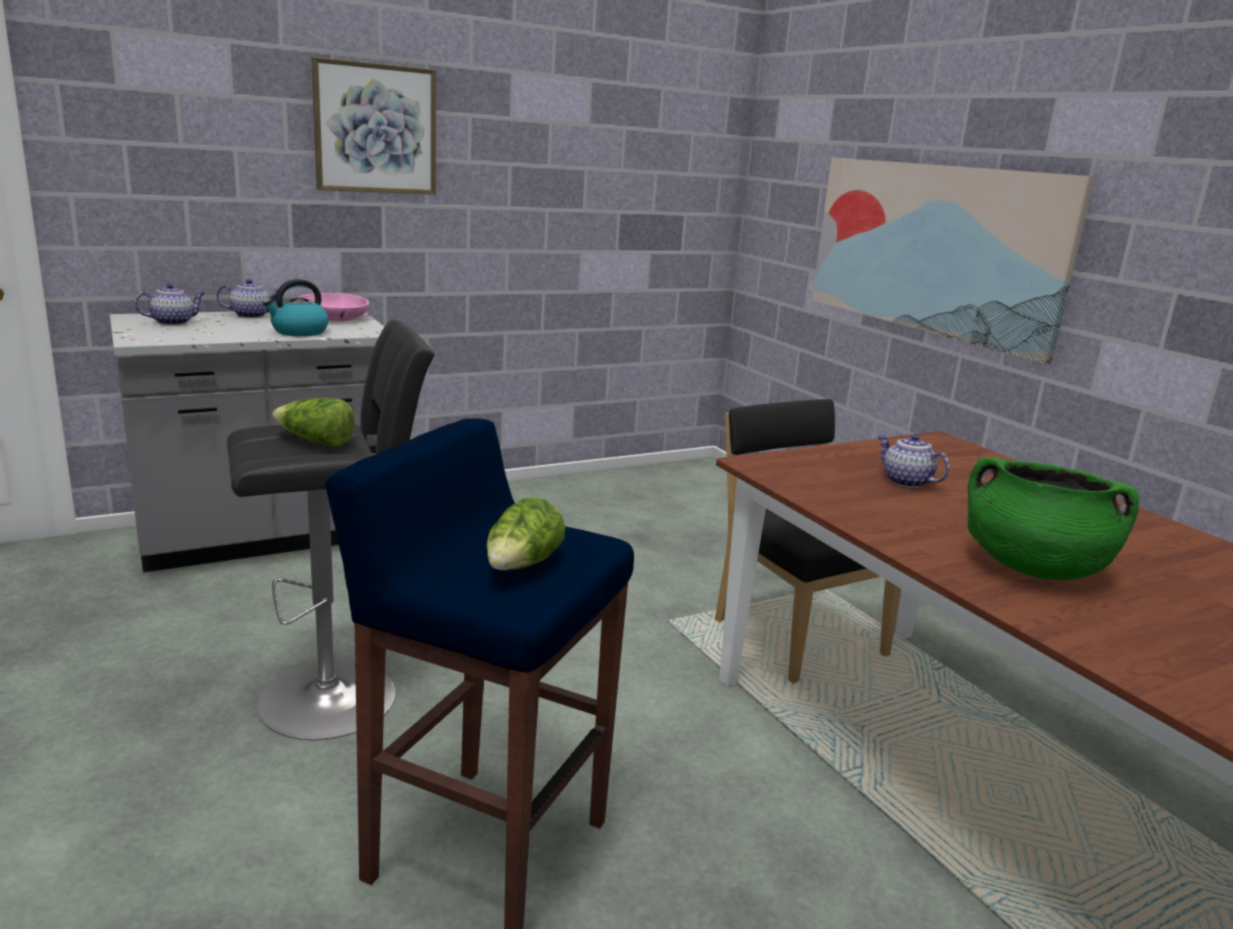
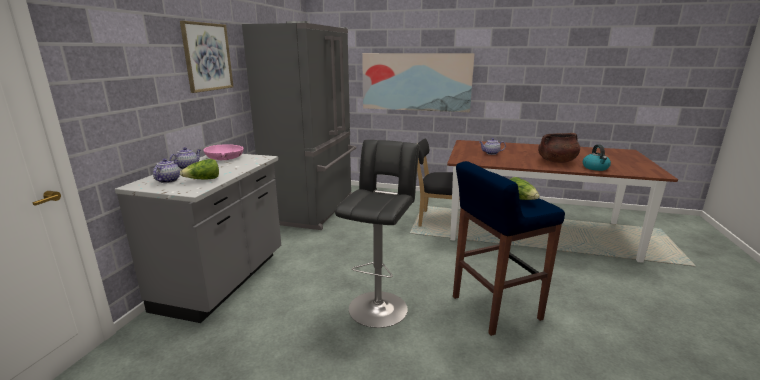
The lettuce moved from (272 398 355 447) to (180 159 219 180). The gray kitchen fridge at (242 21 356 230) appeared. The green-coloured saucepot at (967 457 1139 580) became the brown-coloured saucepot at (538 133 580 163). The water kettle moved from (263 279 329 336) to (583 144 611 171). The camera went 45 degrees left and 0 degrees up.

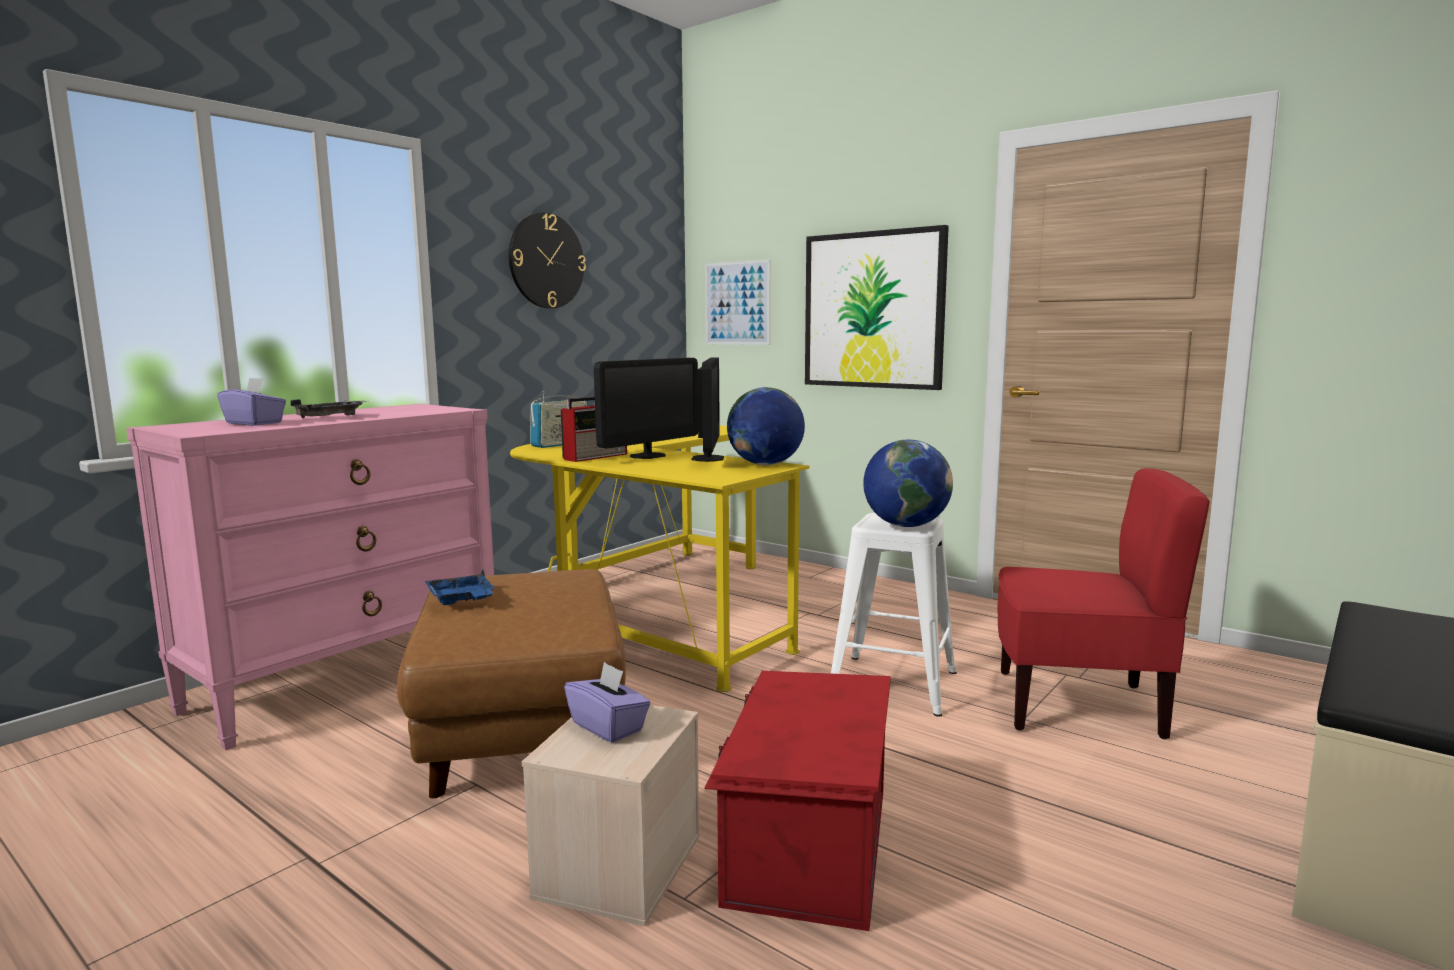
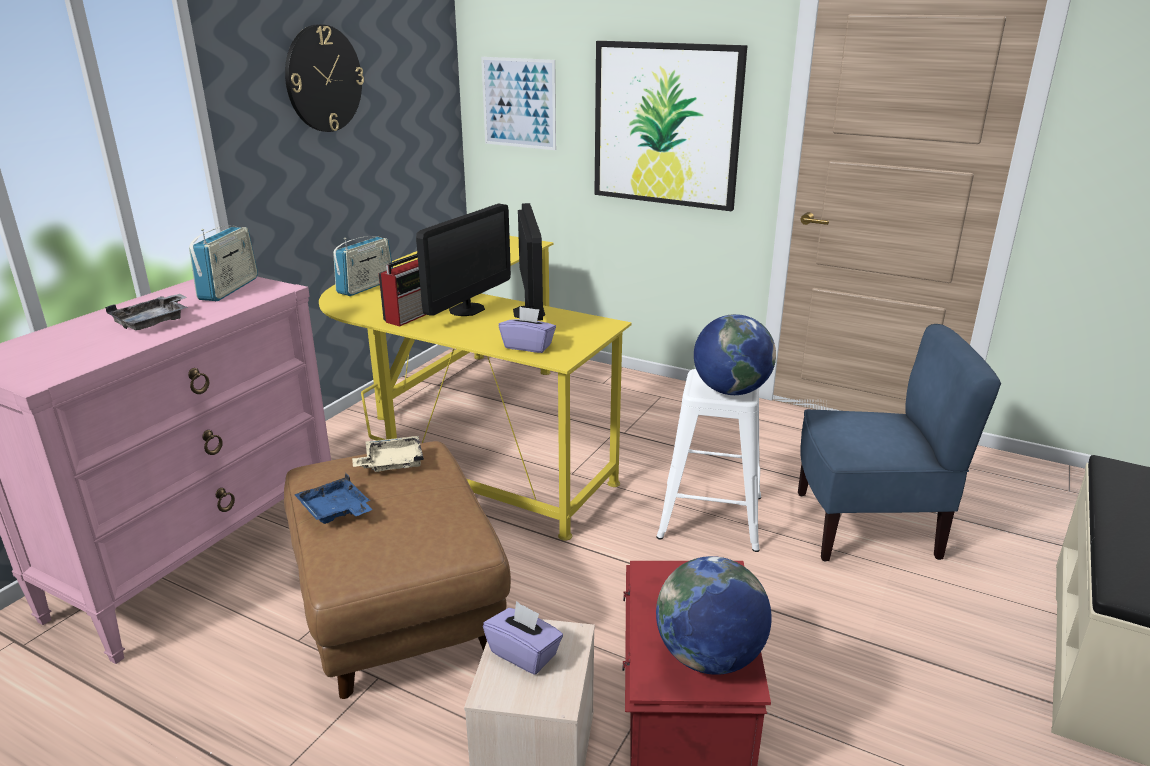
The radio set at (189 226 258 301) appeared. The sand-coloured serving tray at (352 436 424 472) appeared. The purple-coloured tissue holder moved from (217 378 286 426) to (499 307 556 353). The desk globe moved from (727 387 805 465) to (656 556 772 675). The red-coloured plain chair at (998 468 1210 739) became the bluish plain chair at (798 324 1001 562). The camera went 10 degrees left and 15 degrees up.

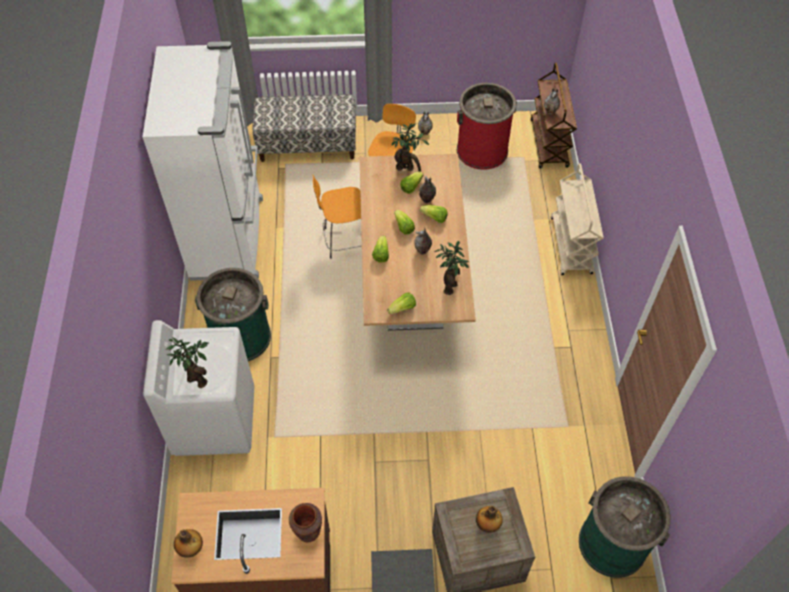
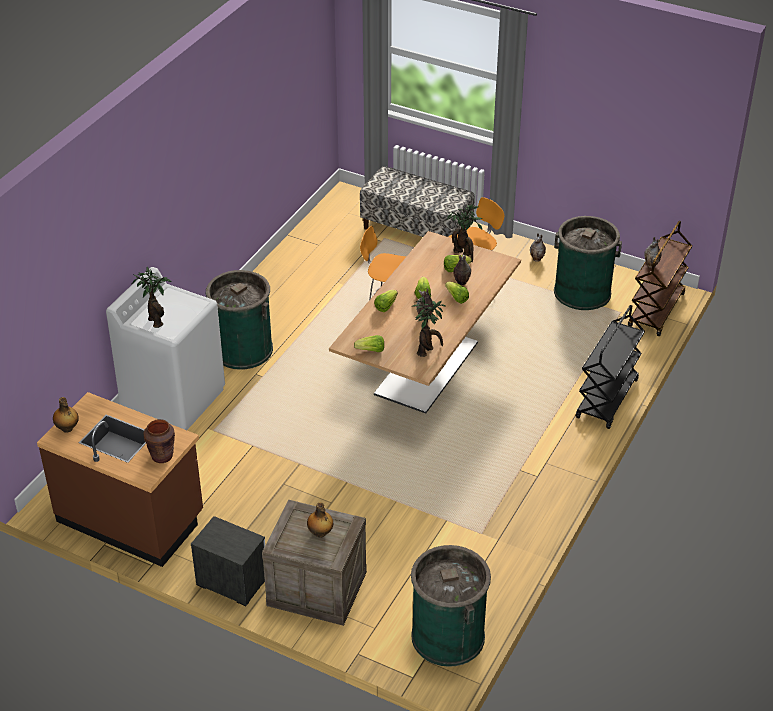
The red-coloured waste bin at (457 83 517 170) became the green-coloured waste bin at (554 216 622 310). The sand-coloured trolley at (551 163 604 275) became the black trolley at (576 305 645 429). The white kitchen fridge at (143 41 263 281) disappeared. The camera went 30 degrees right and 15 degrees down.

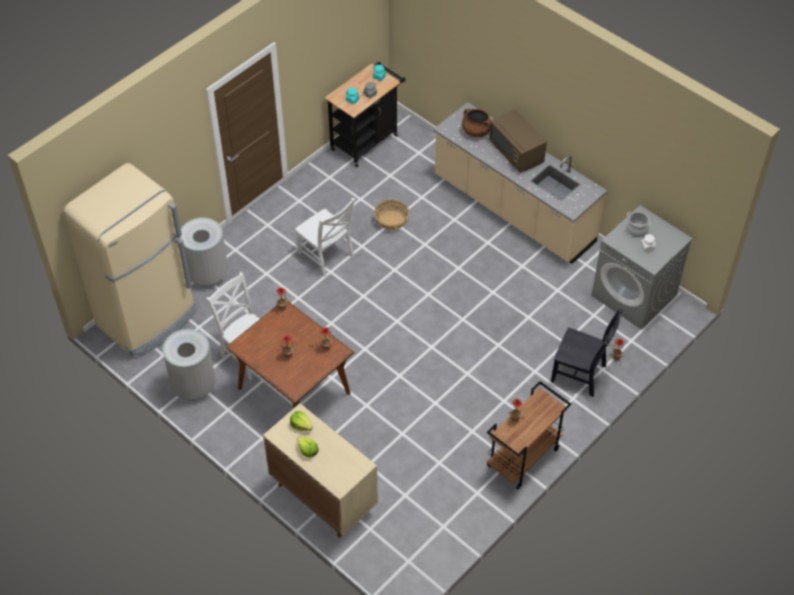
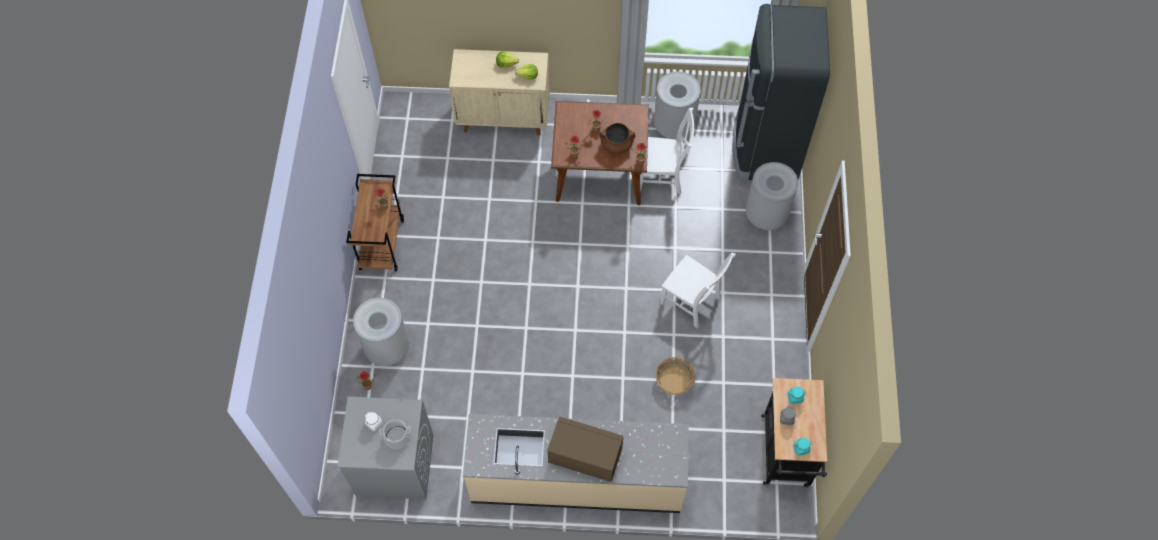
The black plain chair at (551 309 623 397) was replaced by the gray waste bin at (353 298 409 366). The brown-coloured saucepot moved from (462 109 491 137) to (600 123 635 154). The white plain chair at (295 198 355 277) turned 150 degrees counterclockwise. The sand-coloured kitchen fridge at (63 163 197 359) became the black kitchen fridge at (732 4 830 180). The camera went 140 degrees right and 10 degrees up.

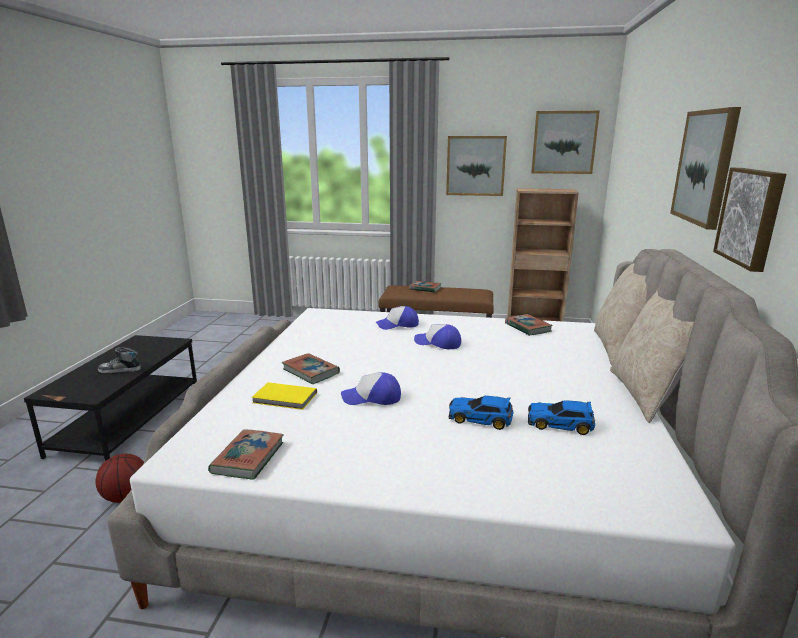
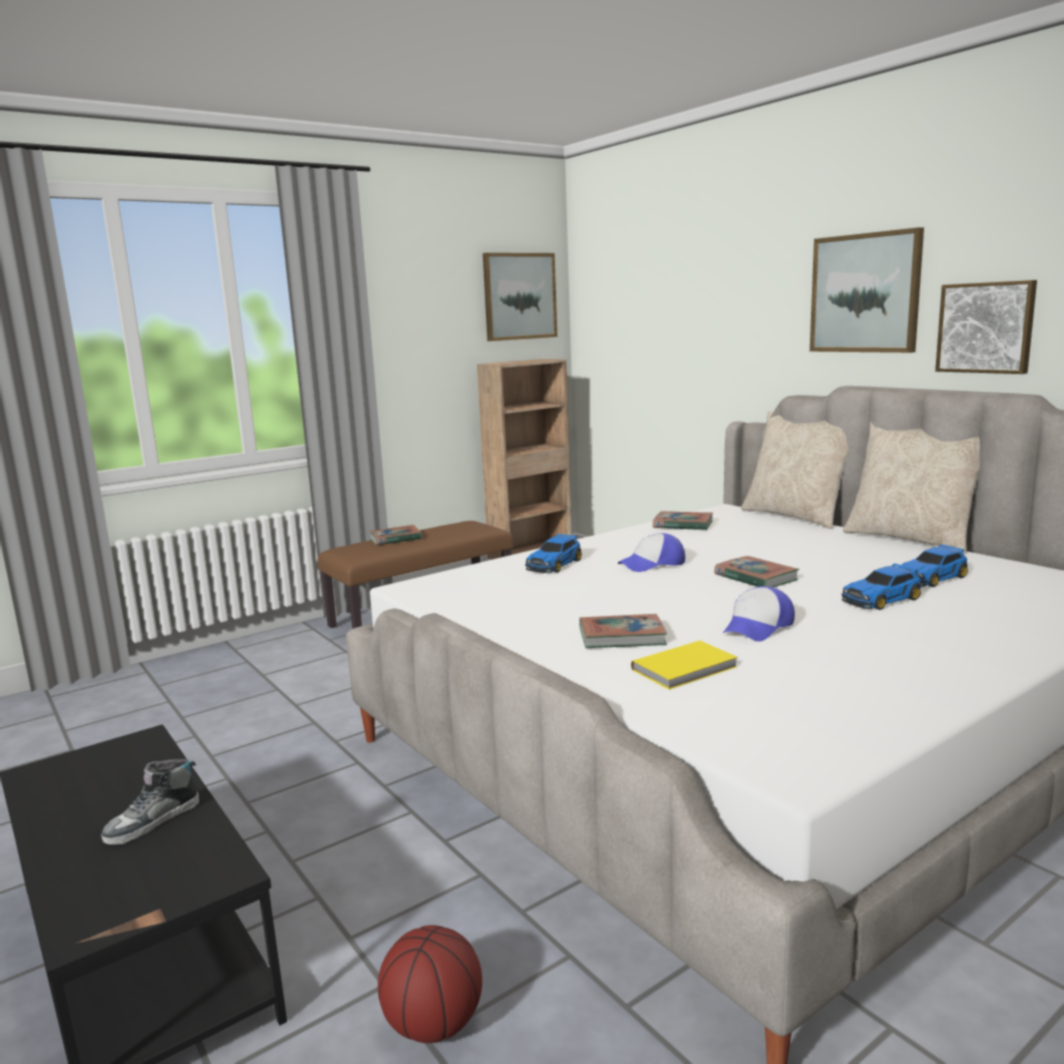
The cap at (376 306 419 330) was replaced by the toy car at (525 534 582 573). The book moved from (208 429 284 480) to (714 556 799 587). The picture at (446 136 507 196) disappeared. The camera went 45 degrees left and 5 degrees down.

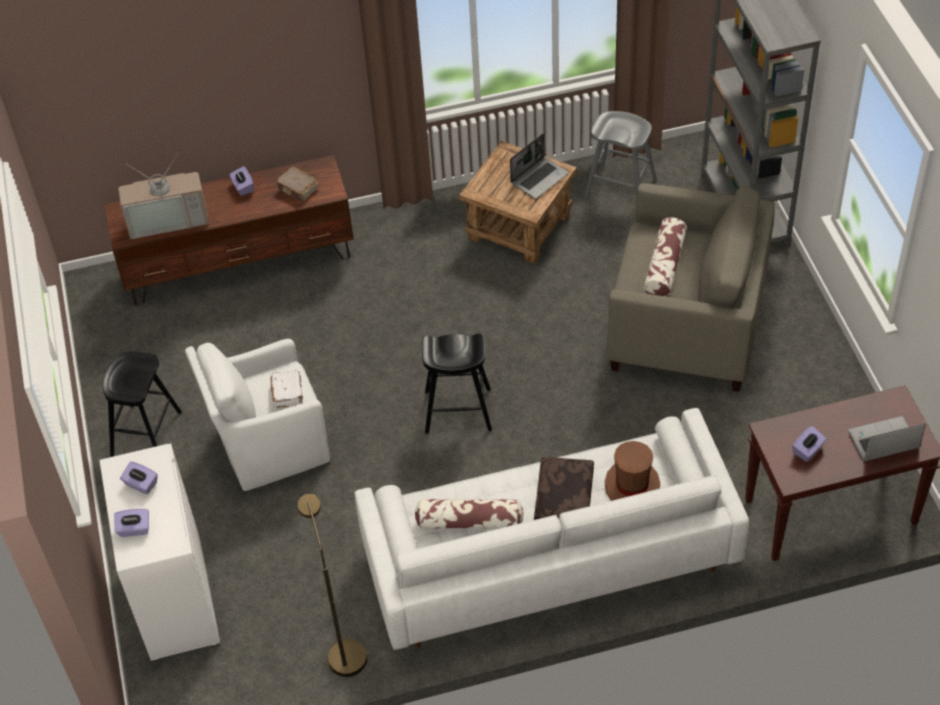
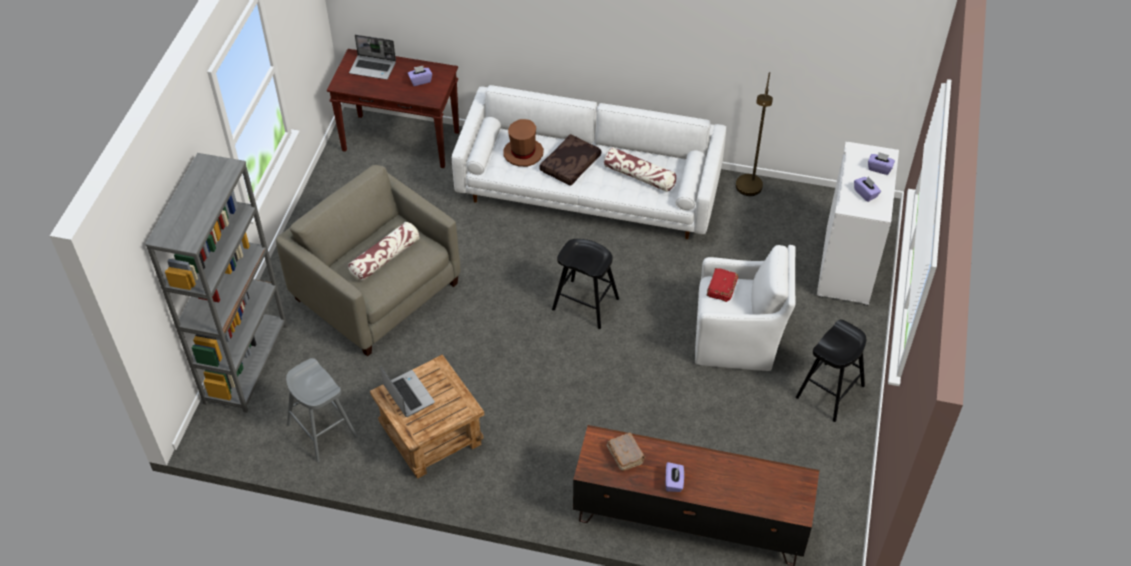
The portable computer at (510 133 569 199) turned 75 degrees clockwise. The white book at (270 370 303 408) became the red-coloured book at (707 268 738 302). The television at (118 154 209 239) disappeared. The camera went 155 degrees left and 0 degrees up.

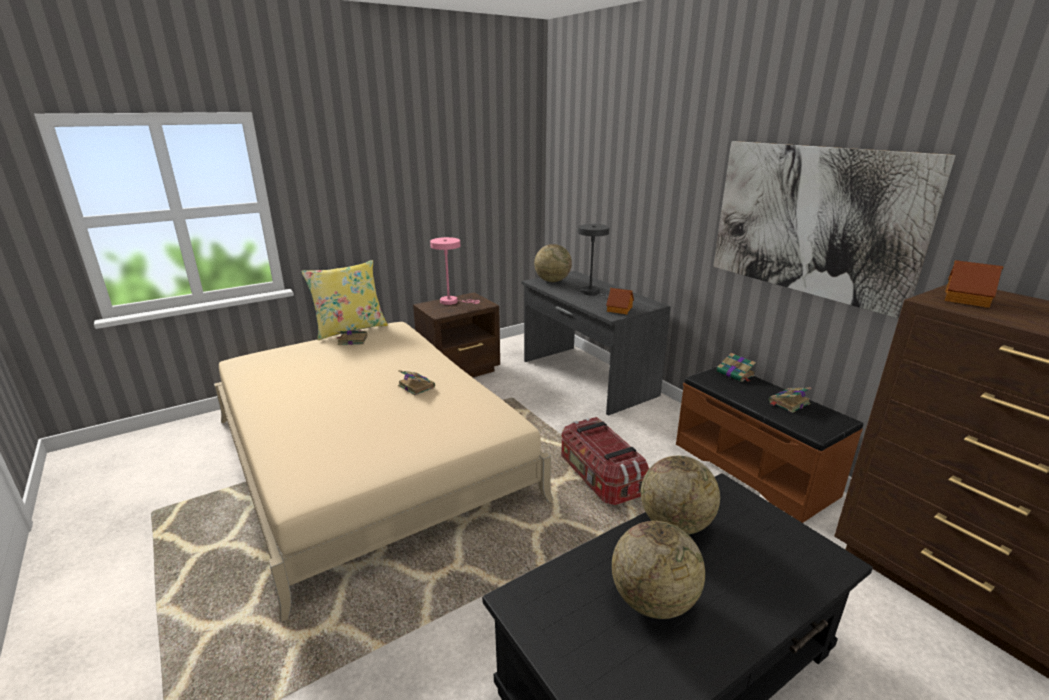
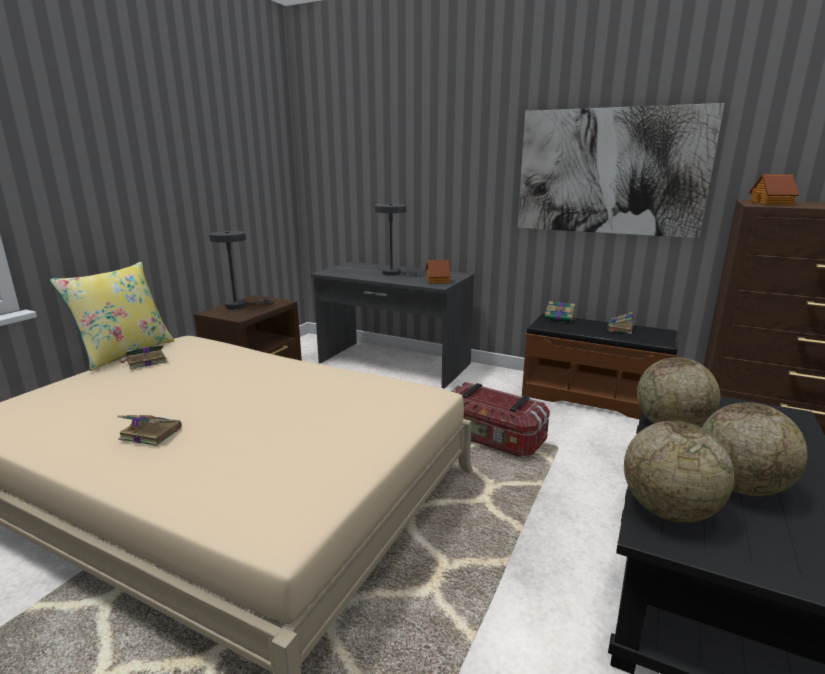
The book moved from (398 370 435 396) to (117 415 182 446). The pink tabletop lamp at (430 237 480 305) became the gray tabletop lamp at (209 231 273 309). The desk globe moved from (534 244 572 282) to (624 421 734 523). The camera went 30 degrees left and 5 degrees down.

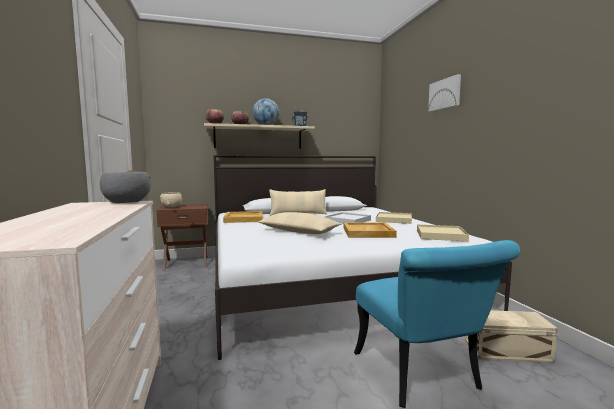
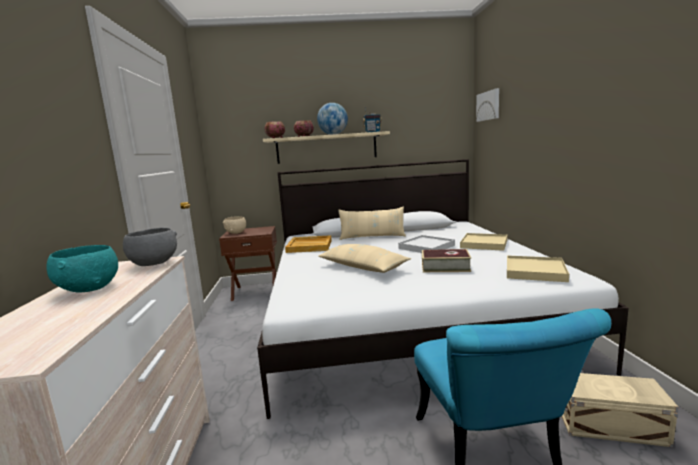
The turquoise deep dish at (47 245 118 292) appeared. The sand-coloured serving tray at (343 222 397 238) was replaced by the book at (422 249 471 272). The picture moved from (428 74 461 112) to (476 88 499 122). The camera went 10 degrees right and 5 degrees up.

